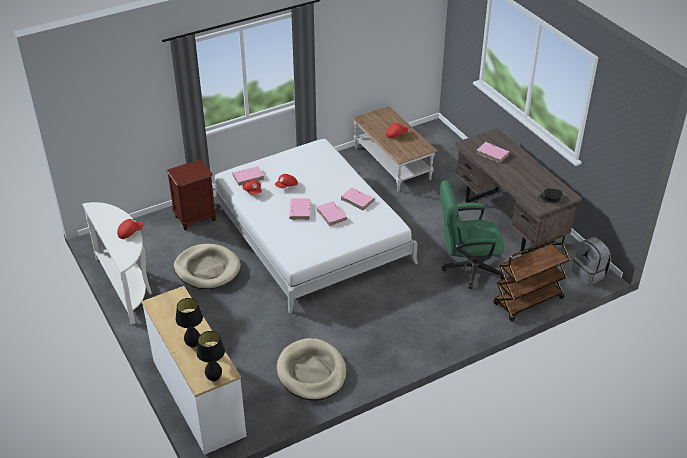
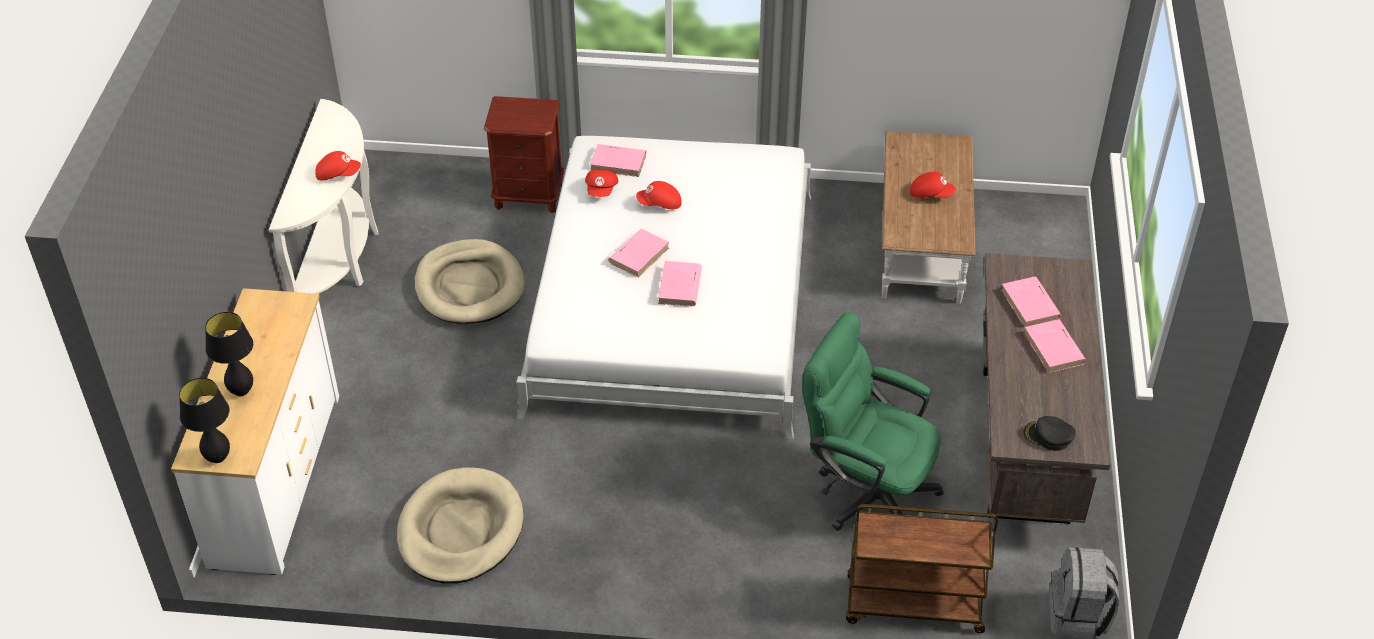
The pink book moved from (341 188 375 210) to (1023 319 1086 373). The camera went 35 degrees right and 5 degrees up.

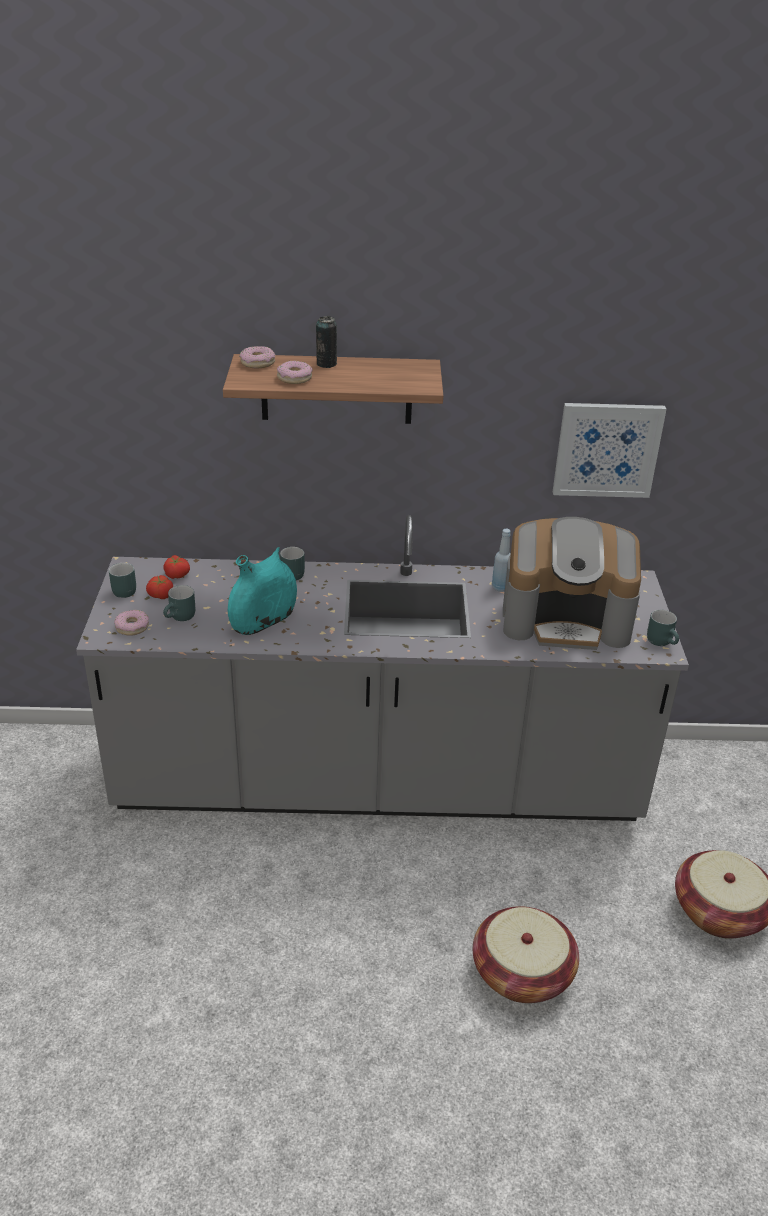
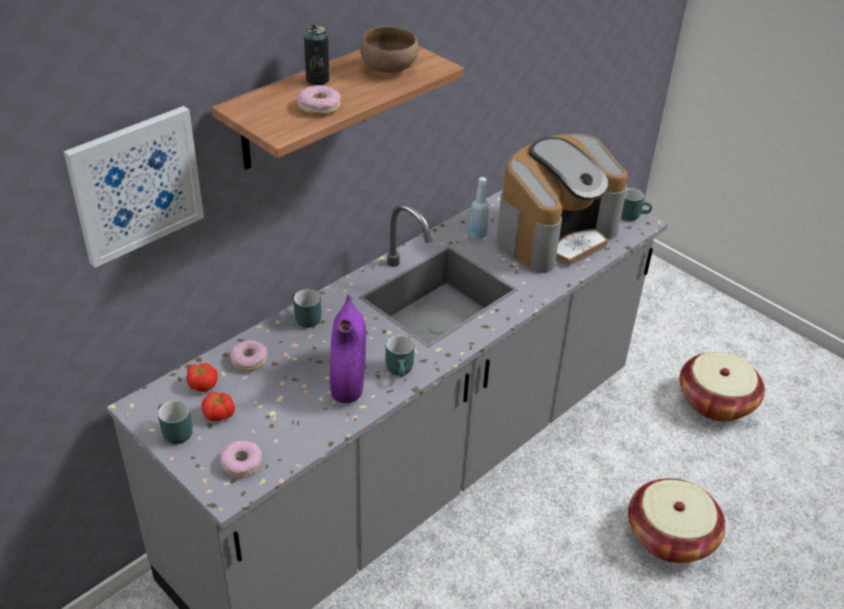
The picture moved from (553 403 666 498) to (63 106 204 268). The doughnut moved from (239 346 275 368) to (230 340 268 371). The turquoise flower vase at (228 547 297 635) became the purple-coloured flower vase at (330 295 366 403). The brown-coloured deep dish at (360 26 419 73) appeared. The turquoise coffee mug moved from (163 585 195 621) to (386 335 415 377). The camera went 45 degrees left and 5 degrees up.

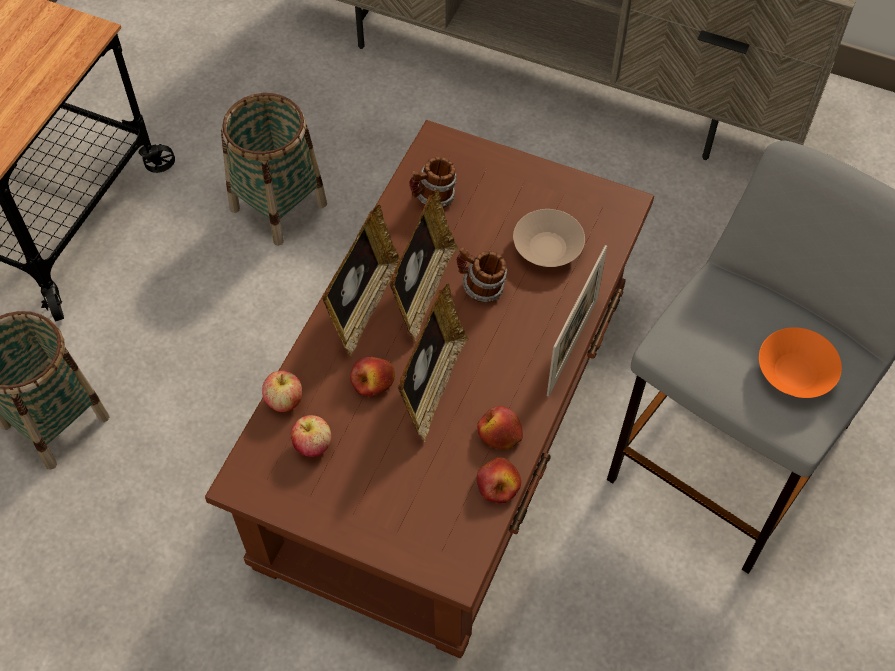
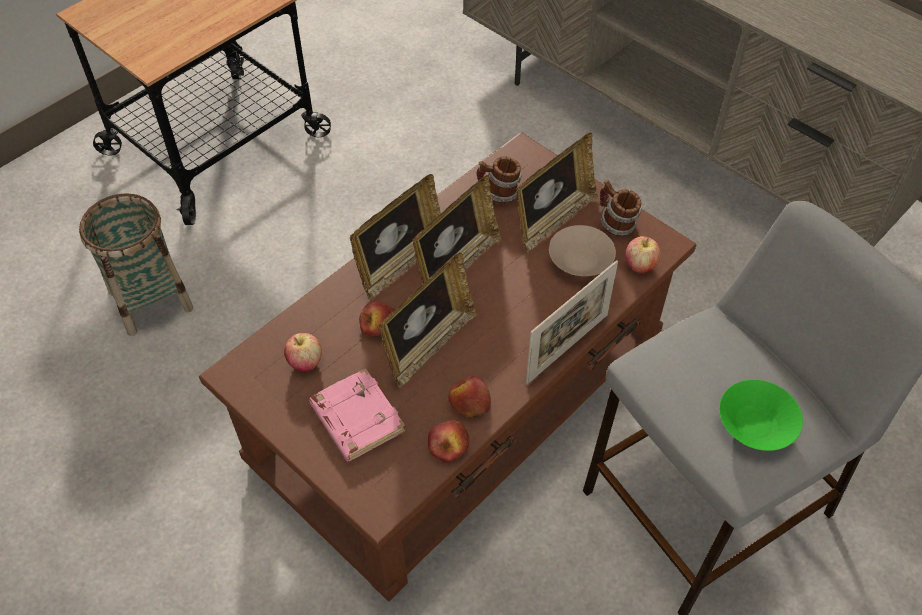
The pink book at (309 368 406 461) appeared. The photo frame at (516 133 598 253) appeared. The coffee mug moved from (457 247 508 303) to (600 180 642 237). The whole apple moved from (262 370 302 412) to (625 236 661 273). The orange-coloured deep dish at (759 327 842 398) became the green-coloured deep dish at (719 380 803 451). The basket at (221 93 327 246) disappeared. The camera went 20 degrees right and 5 degrees down.

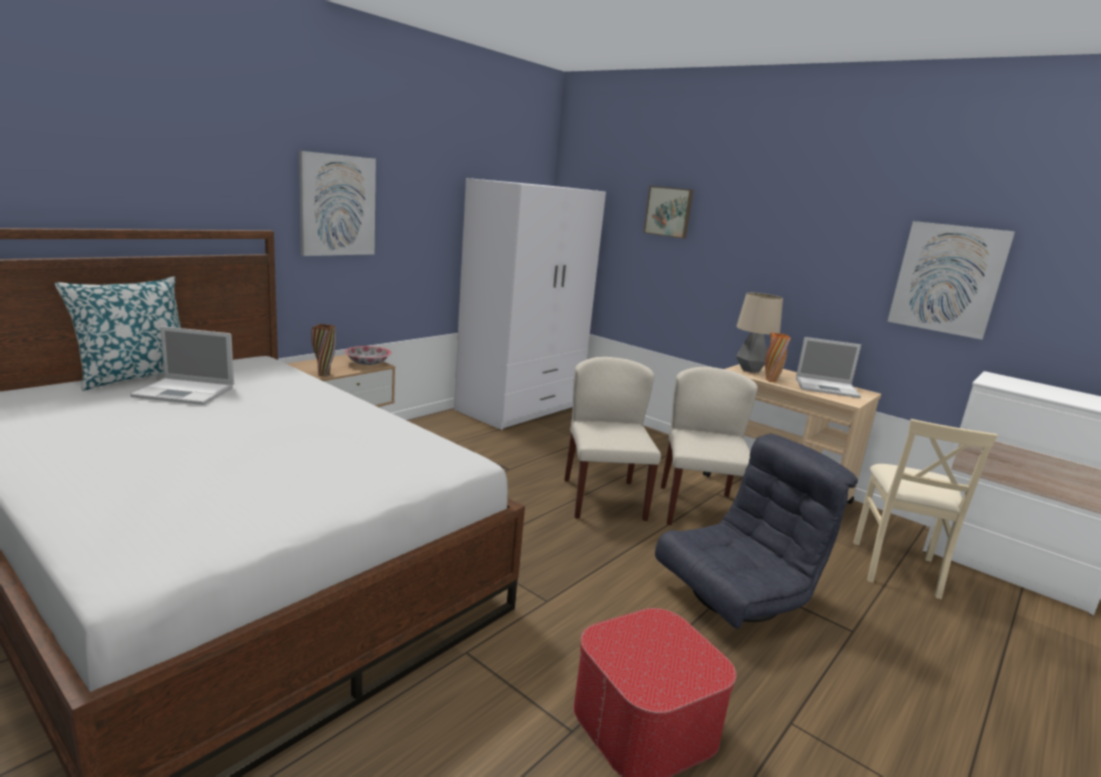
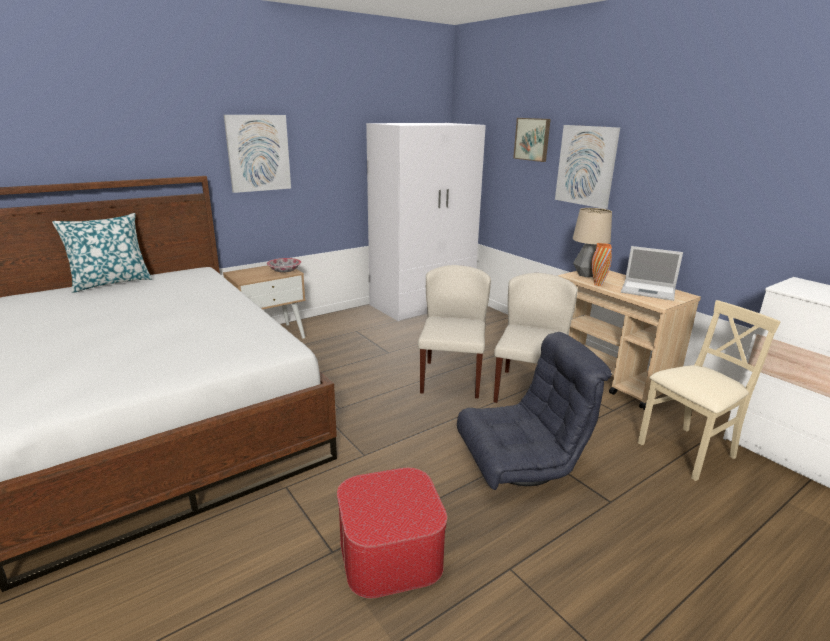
The picture moved from (887 221 1015 340) to (555 125 620 209). The sand-coloured plain chair at (854 419 998 599) turned 150 degrees counterclockwise. The portable computer at (130 326 234 405) disappeared. The brown-coloured flower vase at (311 324 336 376) disappeared. The camera went 15 degrees right and 5 degrees up.

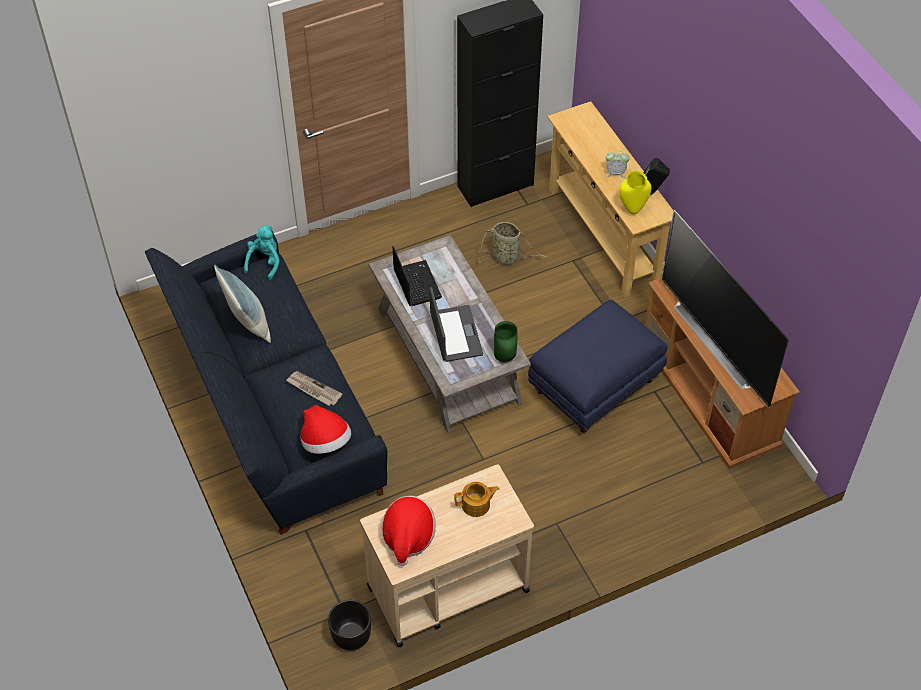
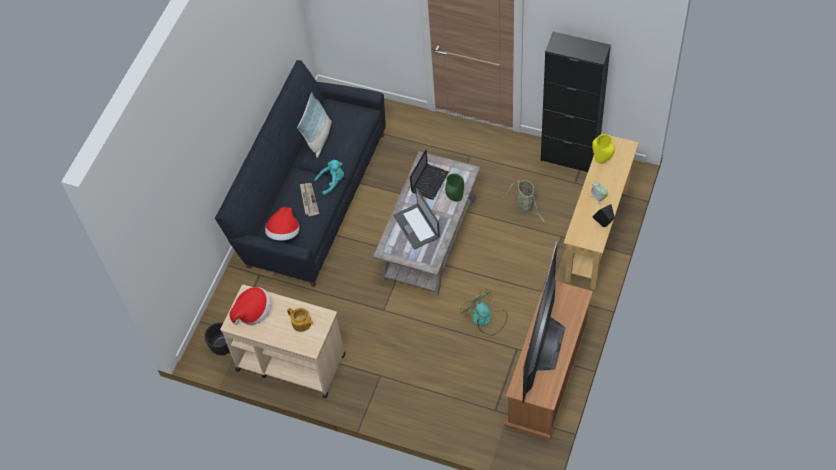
The turquoise soft toy moved from (244 225 280 280) to (315 160 344 195). The portable computer at (430 287 483 362) turned 120 degrees clockwise. The green-coloured flower vase moved from (494 321 518 362) to (445 174 464 202). The bluish footrest at (528 300 667 433) was replaced by the fan at (460 289 508 336). The yellow flower vase moved from (619 171 651 214) to (592 134 615 164). The camera went 50 degrees right and 5 degrees up.

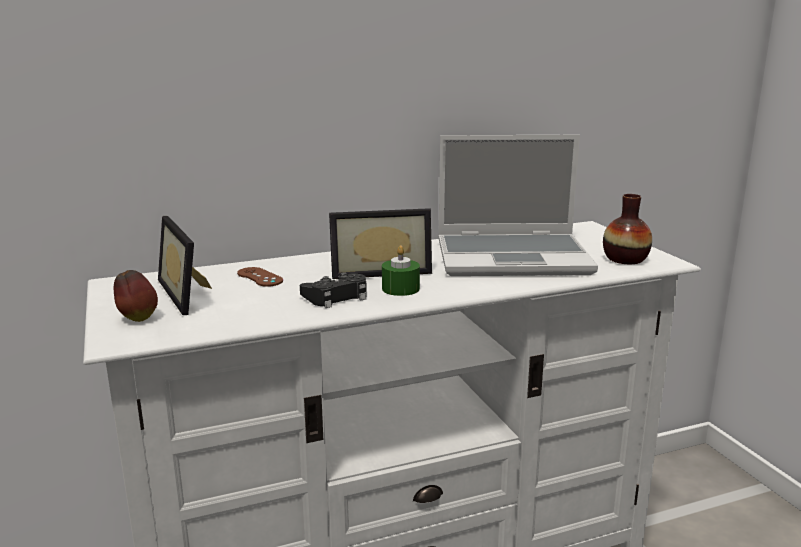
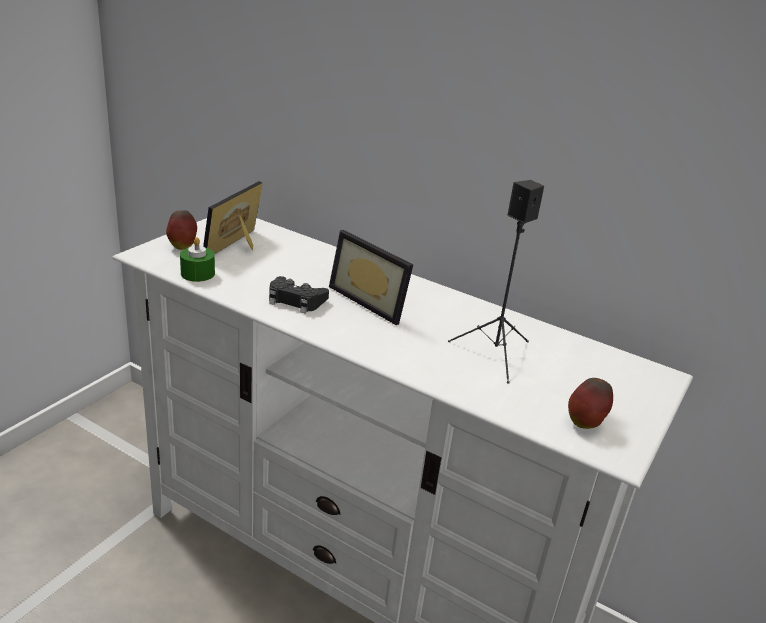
The green-coloured wax light moved from (382 245 420 296) to (180 237 215 282). The portable computer at (438 135 598 276) was replaced by the black speaker at (448 180 544 384). The flower vase at (603 194 652 264) was replaced by the whole apple at (568 378 613 429). The brown-coloured gamepad at (237 267 283 287) disappeared. The camera went 50 degrees right and 10 degrees up.

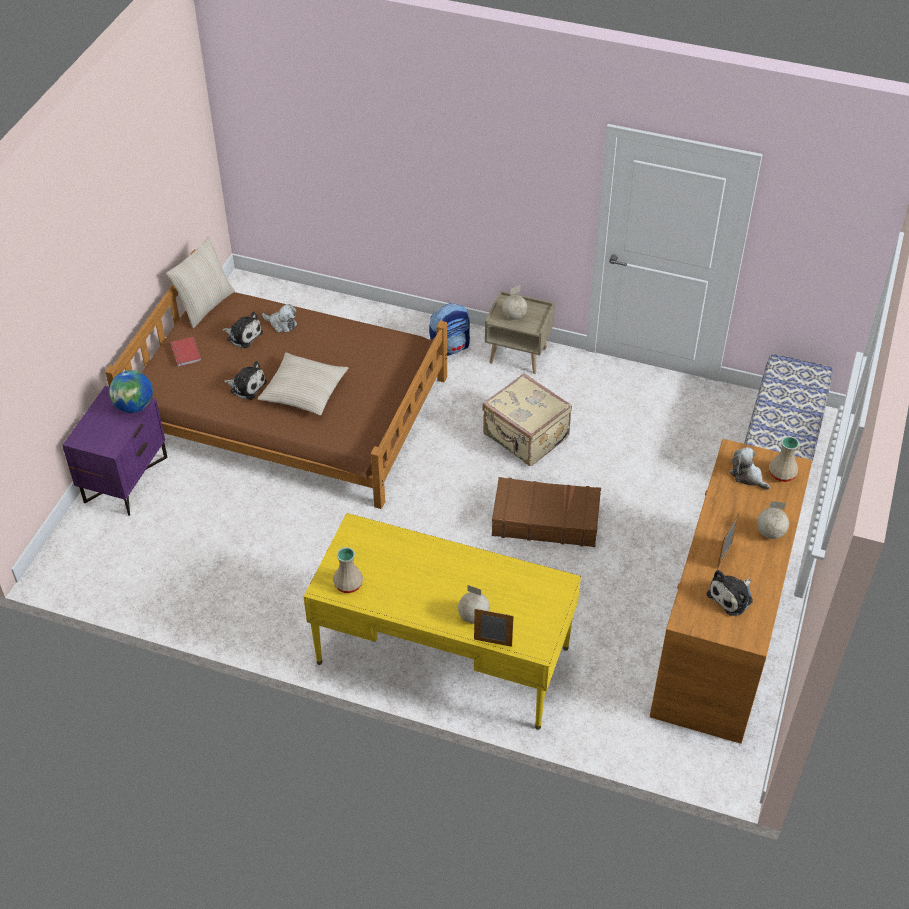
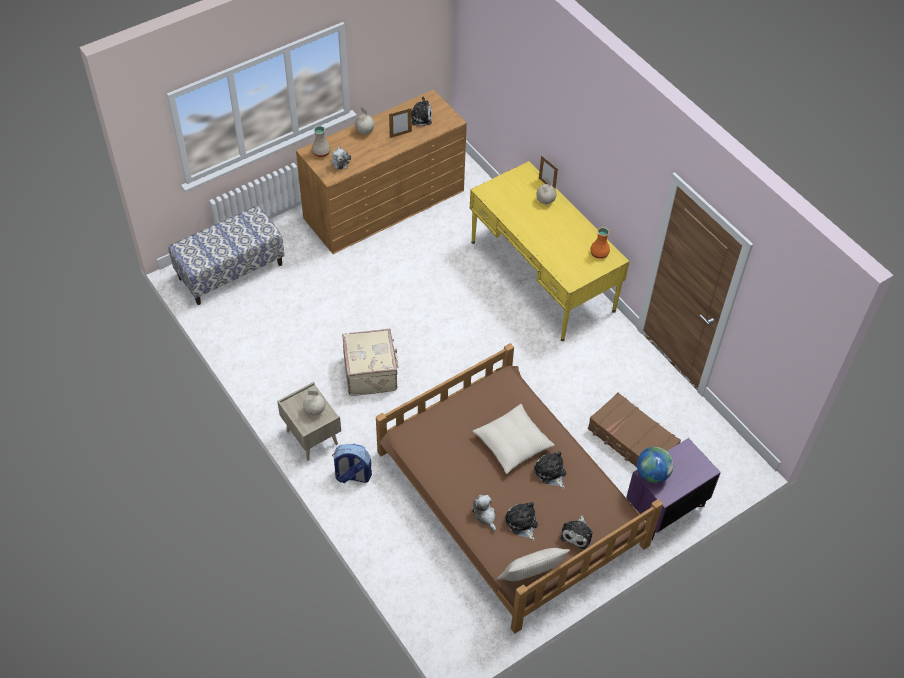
The red-coloured book at (170 337 201 367) was replaced by the soft toy at (561 515 592 549). The brown-coloured piece of luggage moved from (492 477 601 547) to (588 392 681 467). The sand-coloured flower vase at (333 547 363 593) became the orange-coloured flower vase at (590 227 610 259). The camera went 145 degrees left and 5 degrees up.

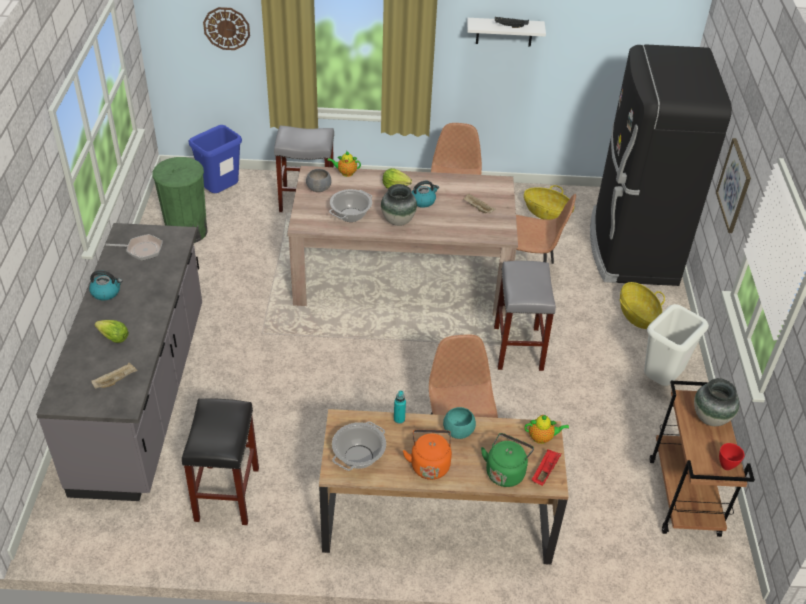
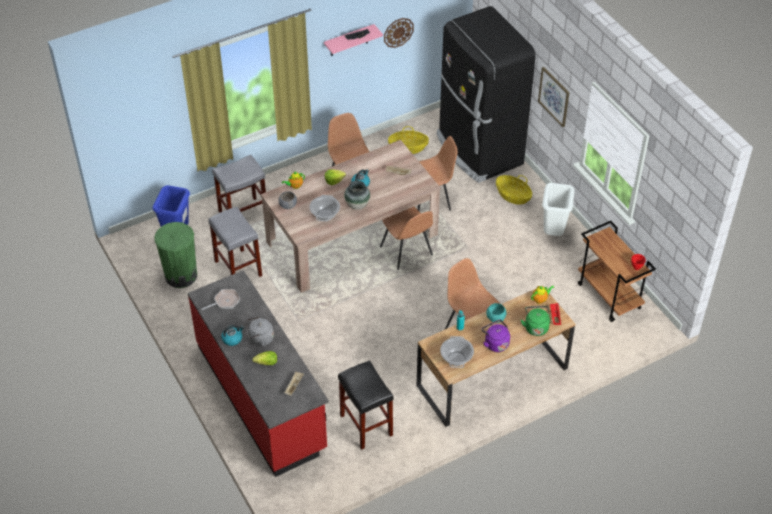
The gray kitchen base unit at (36 223 202 501) became the red-coloured kitchen base unit at (188 270 329 477). The gray sitting stool moved from (494 261 556 371) to (208 207 262 277). The gray water kettle at (246 316 274 347) appeared. The white shelf at (467 18 546 47) became the pink shelf at (324 24 383 56). The brown-coloured plain chair at (380 207 433 270) appeared. The clock on the wall moved from (203 7 250 50) to (384 18 414 48). The orange-coloured water kettle at (403 429 452 480) became the purple-coloured water kettle at (482 320 510 352). The flower vase at (694 378 739 426) disappeared. The camera went 30 degrees left and 5 degrees up.

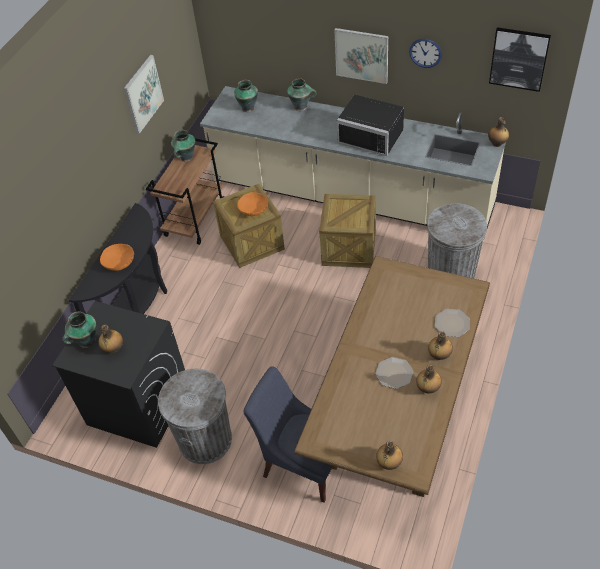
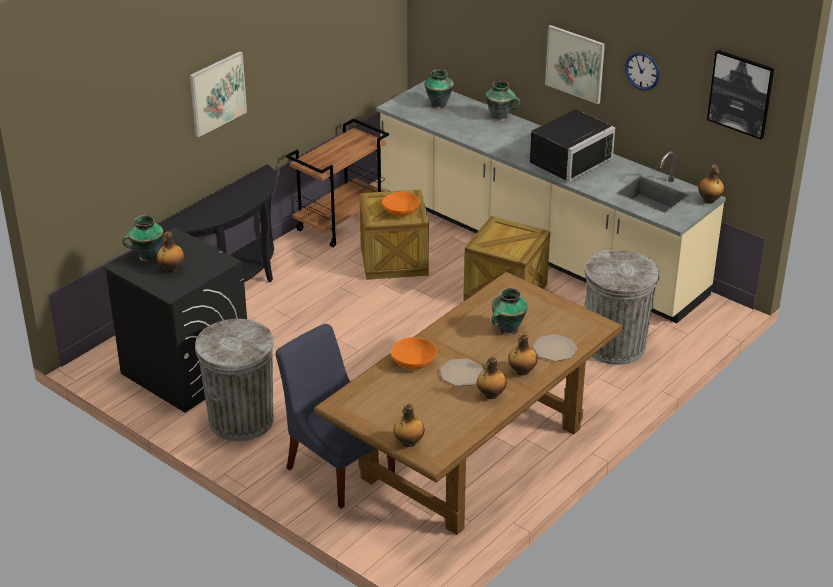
The picture moved from (124 55 164 134) to (190 51 247 137). The orange-coloured deep dish moved from (100 244 134 271) to (391 337 437 370). The flower vase moved from (171 130 195 162) to (491 288 528 336). The black microwave at (337 95 404 156) turned 90 degrees counterclockwise. The camera went 15 degrees right and 15 degrees down.

